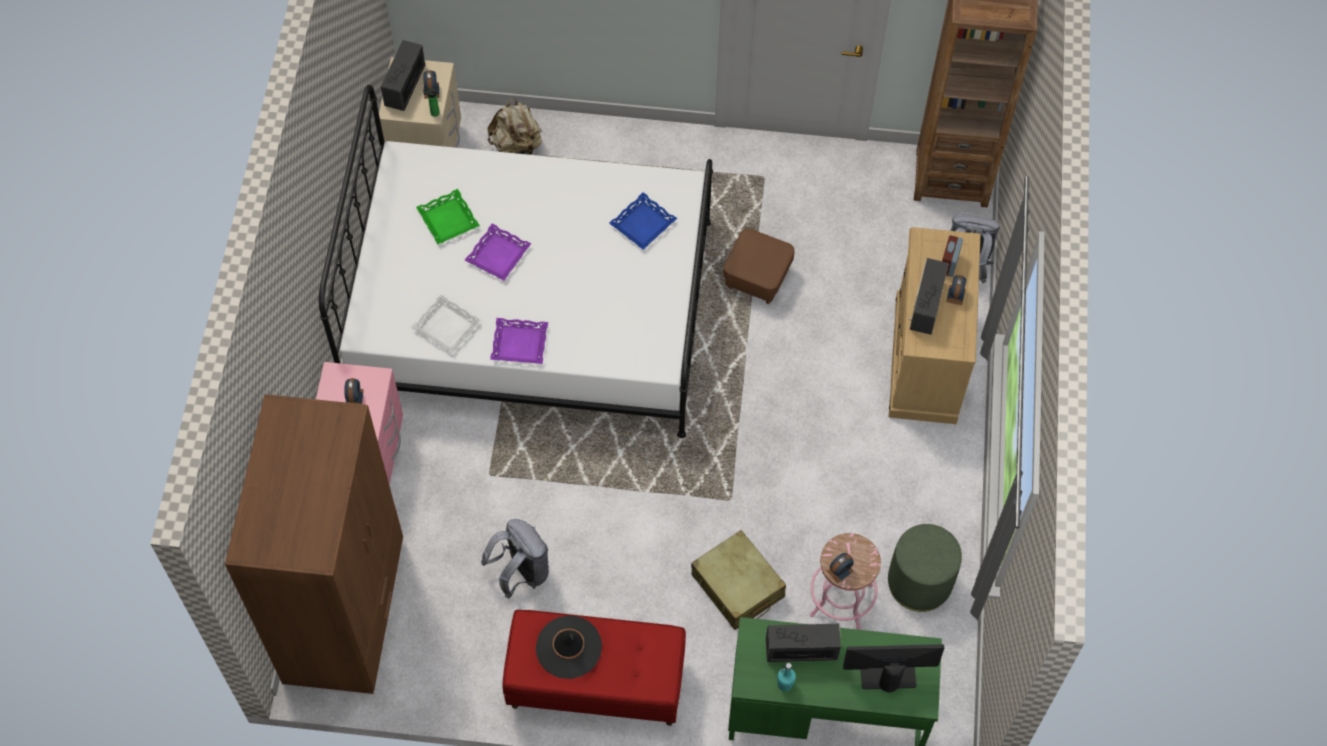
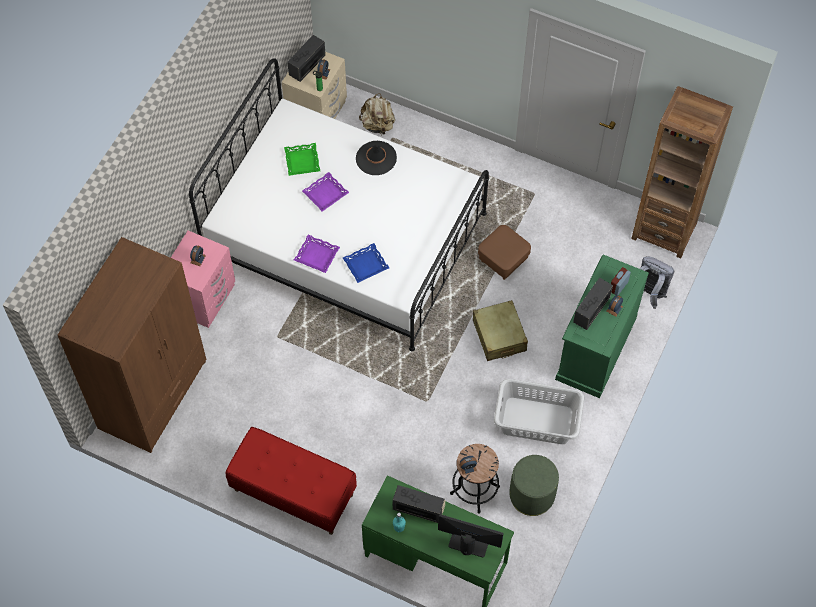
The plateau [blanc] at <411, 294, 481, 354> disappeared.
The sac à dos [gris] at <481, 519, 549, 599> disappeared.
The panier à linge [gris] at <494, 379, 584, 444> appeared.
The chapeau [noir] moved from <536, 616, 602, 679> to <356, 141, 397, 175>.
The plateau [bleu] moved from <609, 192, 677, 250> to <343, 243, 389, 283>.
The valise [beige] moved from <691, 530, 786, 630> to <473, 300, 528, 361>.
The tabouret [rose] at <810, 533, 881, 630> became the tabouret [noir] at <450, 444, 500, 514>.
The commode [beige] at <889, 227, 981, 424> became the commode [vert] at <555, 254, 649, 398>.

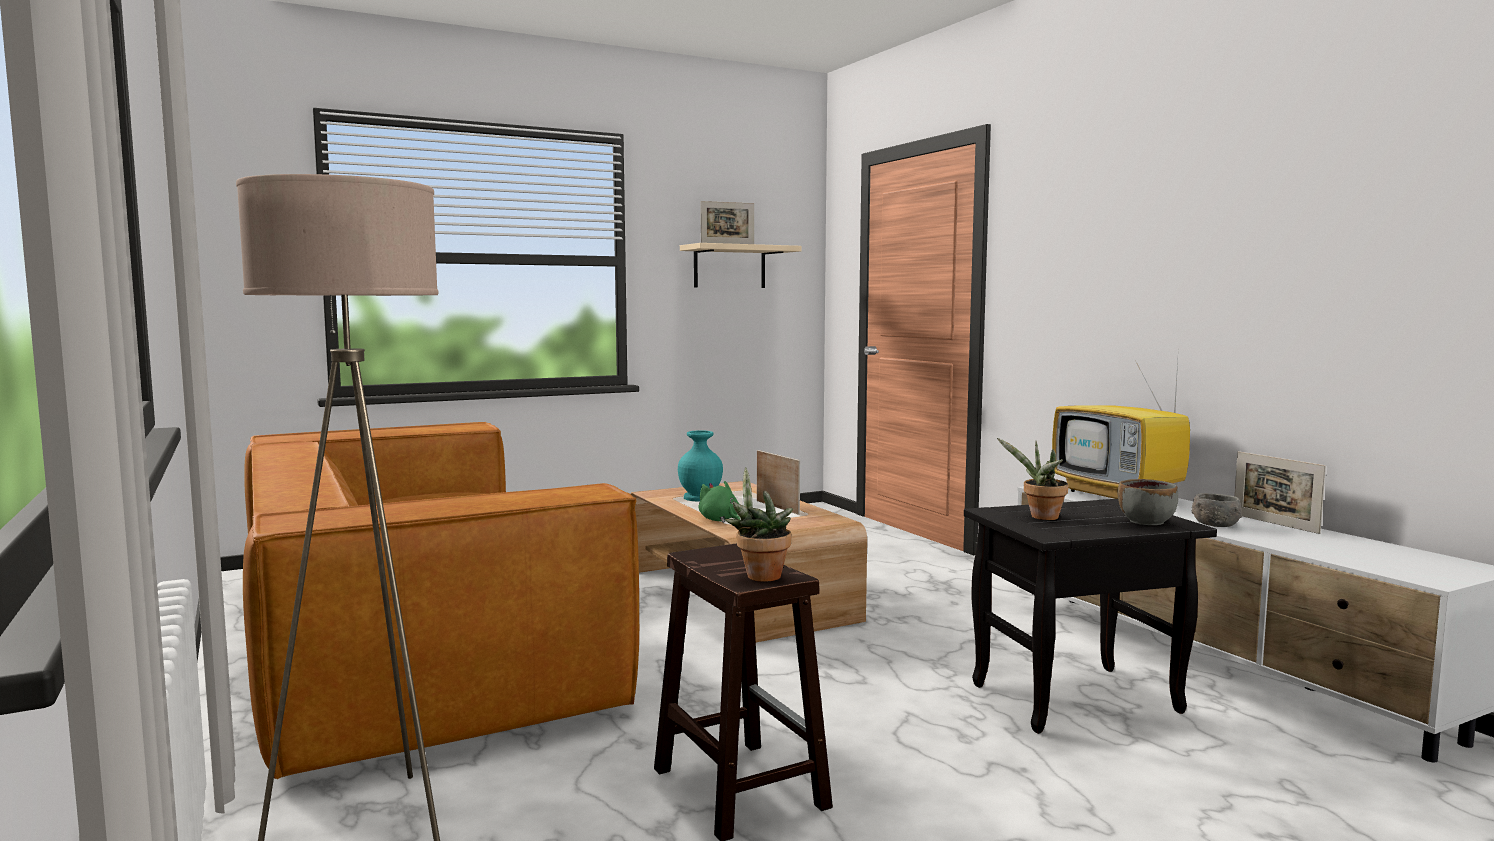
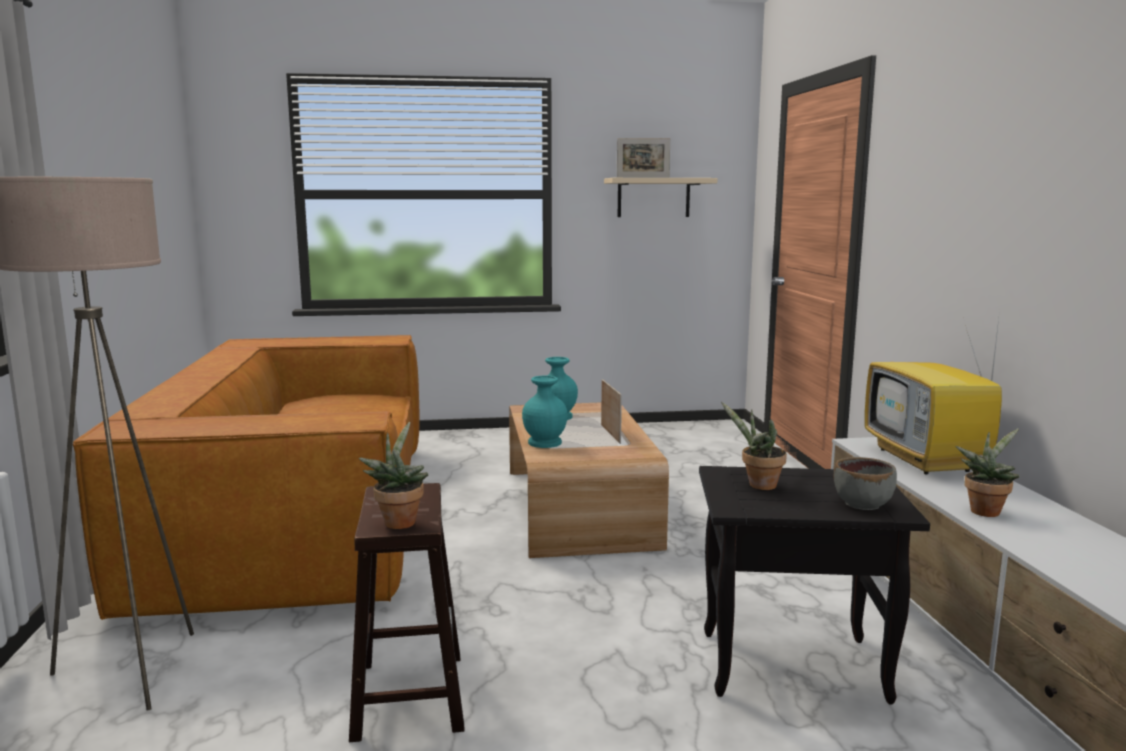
The cadre photo at <1235, 451, 1326, 534> disappeared.
The peluche [vert] at <699, 481, 740, 523> was replaced by the vase [turquoise] at <522, 375, 568, 448>.
The bol [gris] at <1191, 493, 1242, 527> was replaced by the plante en pot at <955, 428, 1019, 517>.

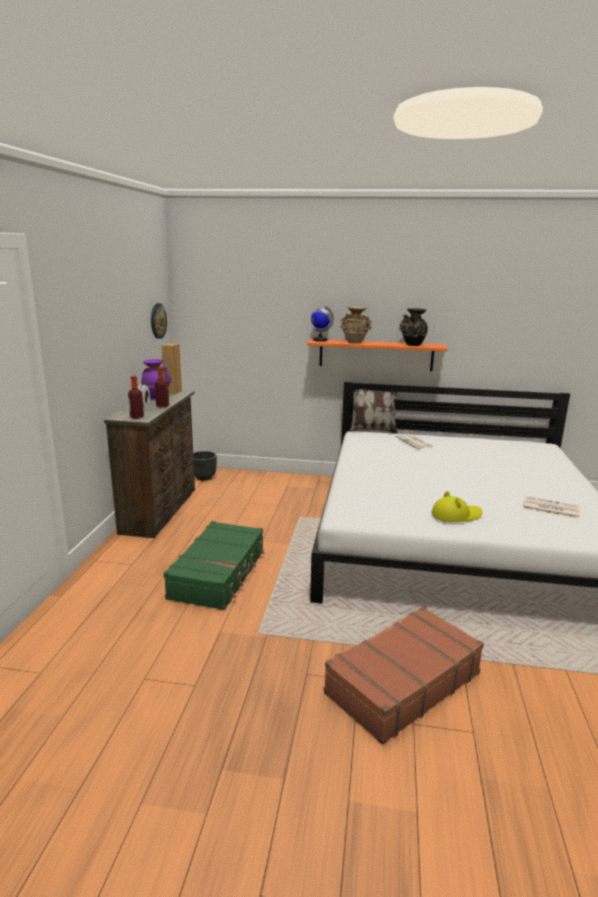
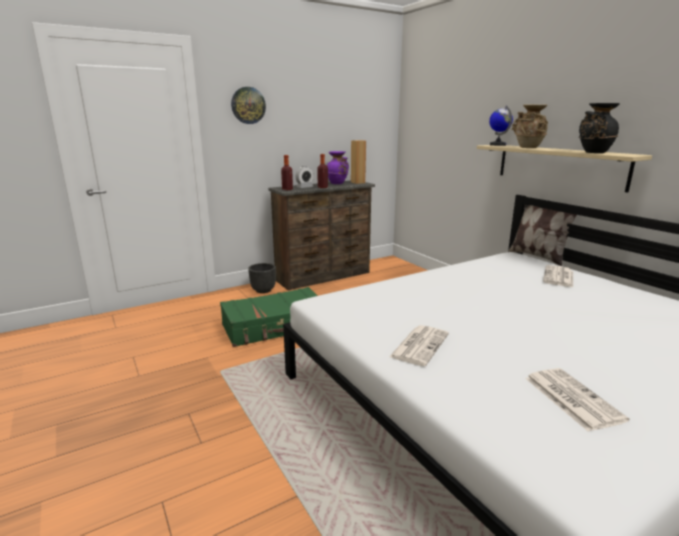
The valise [marron] at <324, 607, 484, 744> disappeared.
The horloge murale moved from <151, 303, 167, 339> to <231, 87, 266, 124>.
The cache-pot [noir] moved from <193, 451, 217, 481> to <248, 263, 276, 293>.
The chapeau [jaune] at <432, 491, 482, 522> was replaced by the journal at <389, 325, 449, 366>.
The étagère [orange] at <307, 339, 448, 371> became the étagère [beige] at <477, 145, 652, 193>.

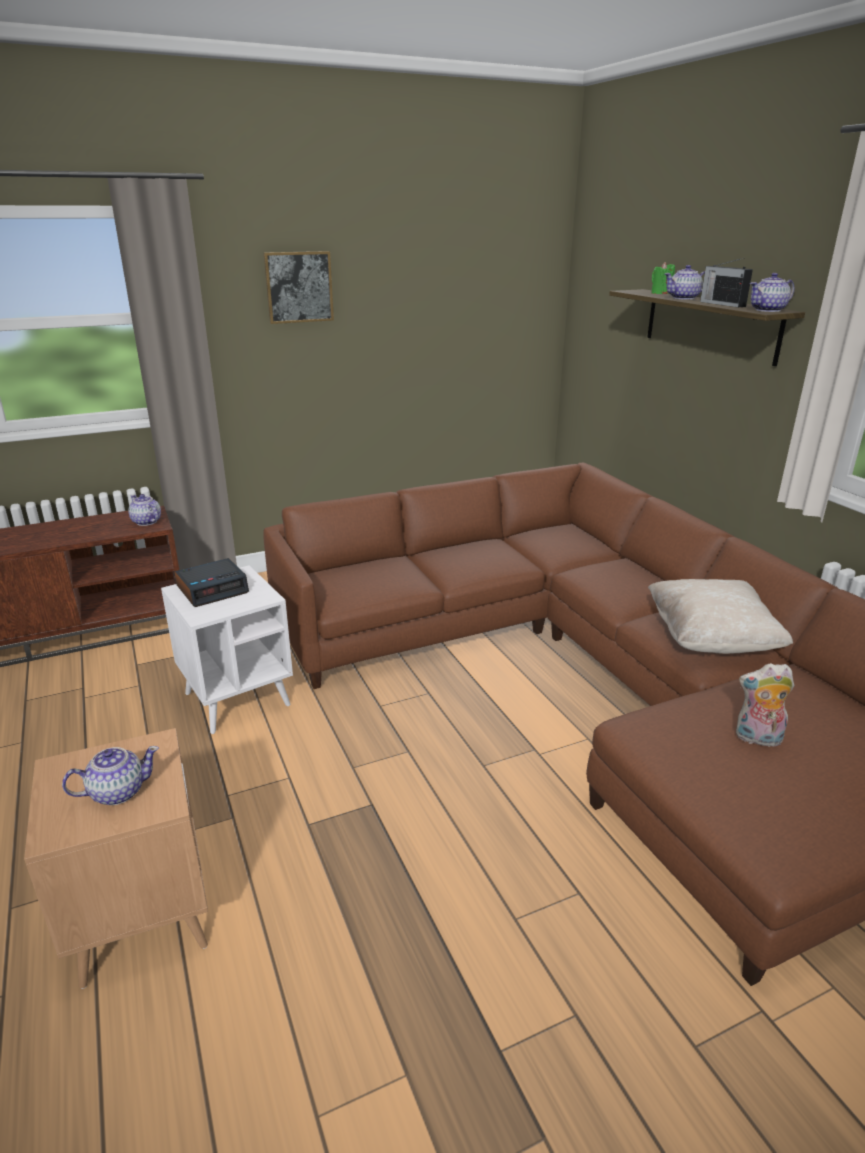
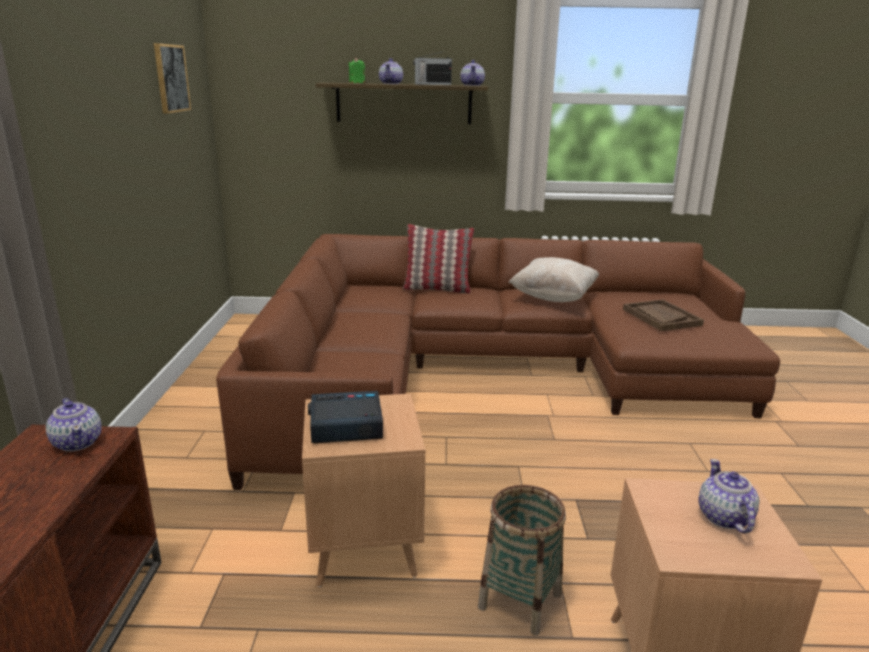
The coussin at <403, 224, 474, 294> appeared.
The panier at <478, 485, 566, 635> appeared.
The tableau moved from <264, 251, 334, 324> to <154, 43, 191, 114>.
The peluche at <736, 663, 794, 746> was replaced by the plateau [marron] at <623, 300, 704, 331>.
The table d'appoint [blanc] at <161, 565, 293, 734> became the table d'appoint [marron] at <302, 394, 425, 587>.
The théière at <128, 494, 161, 526> turned 105 degrees counterclockwise.
The réveil at <174, 558, 249, 607> turned 90 degrees counterclockwise.

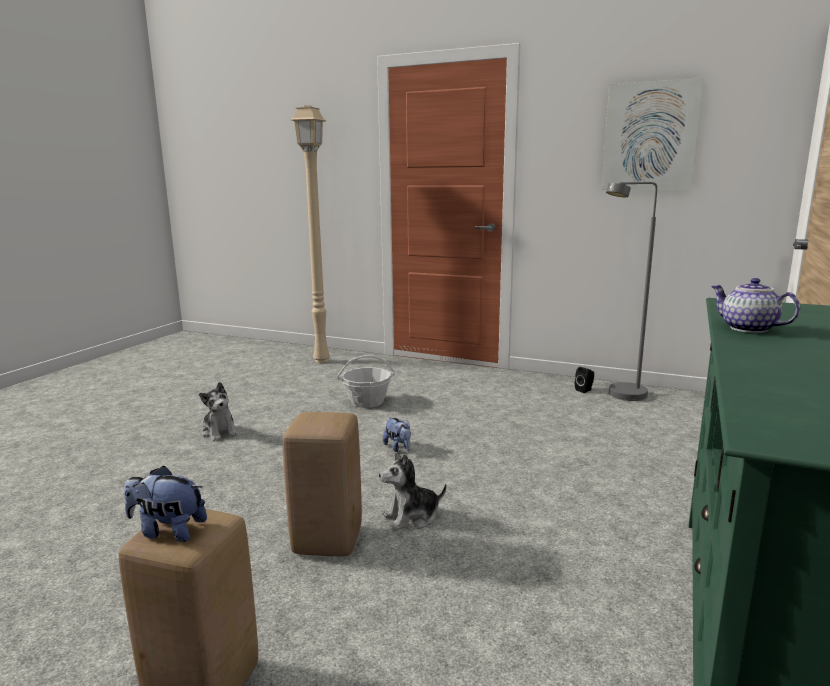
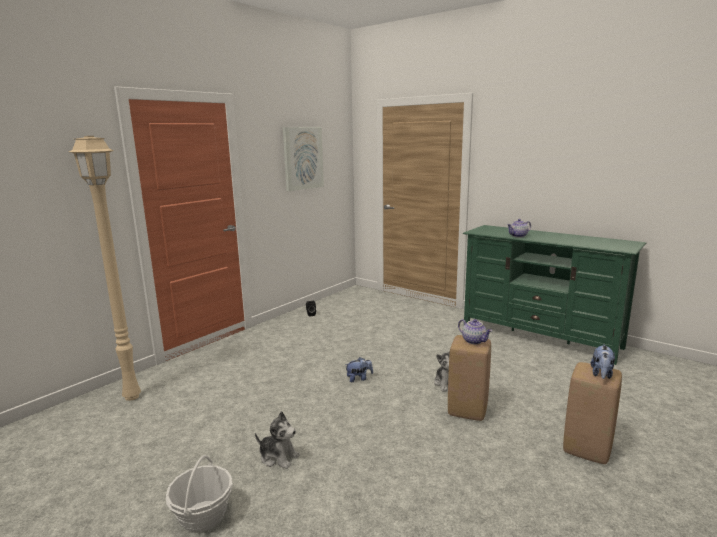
The lampadaire [gris] at <606, 182, 657, 401> disappeared.
The théière at <458, 319, 492, 345> appeared.
The panier moved from <337, 355, 395, 408> to <166, 455, 233, 533>.
The peluche at <199, 382, 238, 442> turned 45 degrees clockwise.

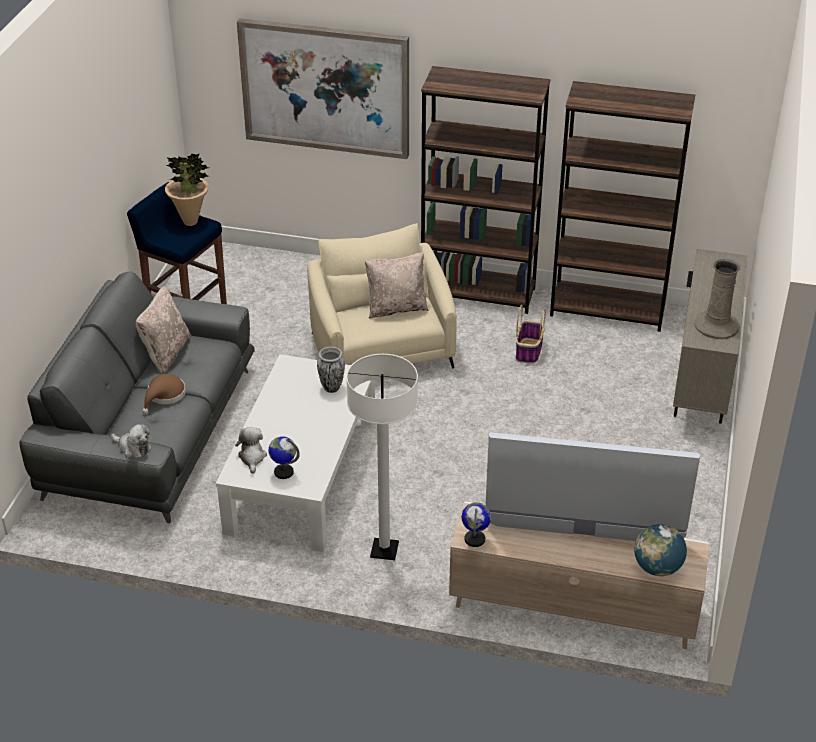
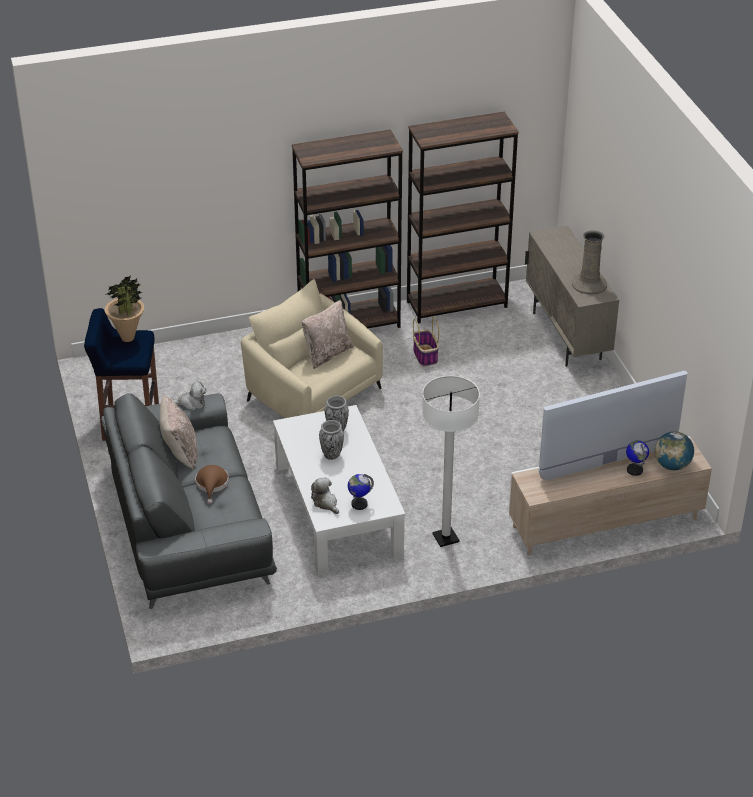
The tableau at <237, 18, 409, 159> disappeared.
The vase at <319, 420, 344, 460> appeared.
The peluche moved from <111, 424, 152, 458> to <171, 381, 207, 411>.
The globe moved from <462, 502, 491, 547> to <626, 440, 649, 476>.

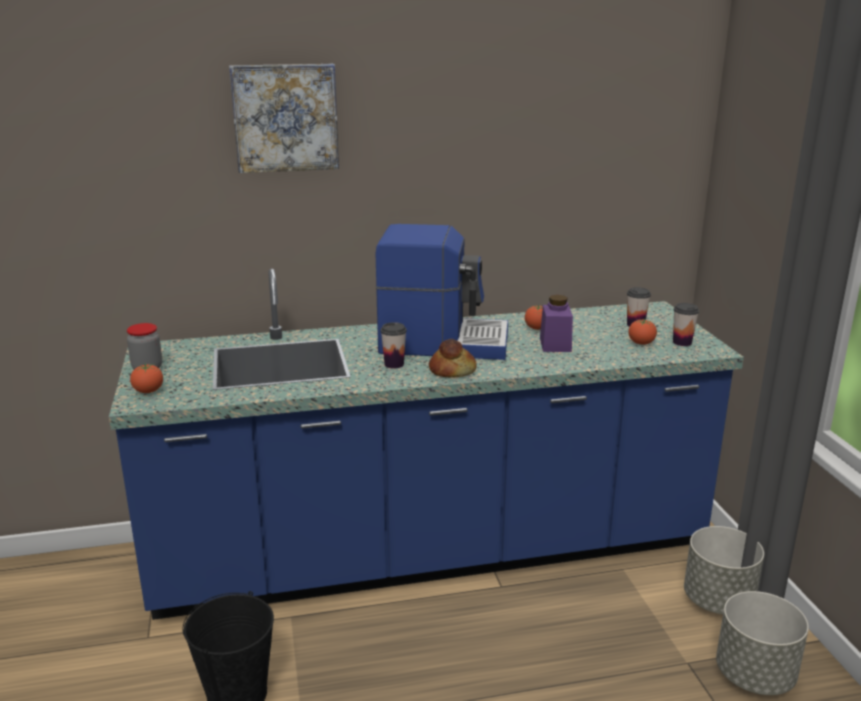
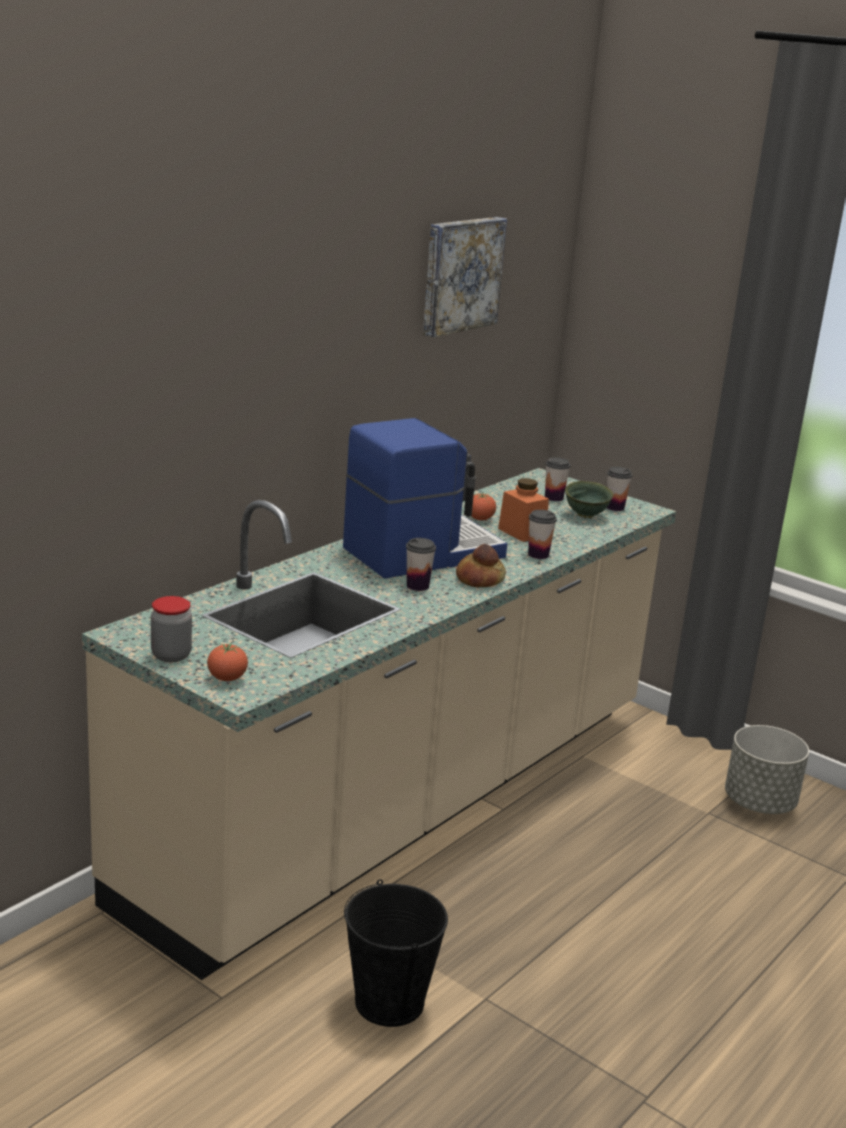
The cache-pot [gris] at <684, 526, 764, 614> disappeared.
The tasse at <528, 510, 557, 559> appeared.
The tableau moved from <229, 64, 339, 173> to <423, 217, 507, 337>.
The tomate at <628, 319, 657, 345> was replaced by the bol [vert] at <565, 481, 614, 518>.
The comptoir de cuisine [bleu] at <109, 268, 744, 620> became the comptoir de cuisine [beige] at <82, 468, 676, 980>.
The bocal [violet] at <540, 295, 573, 352> became the bocal [orange] at <498, 478, 549, 542>.

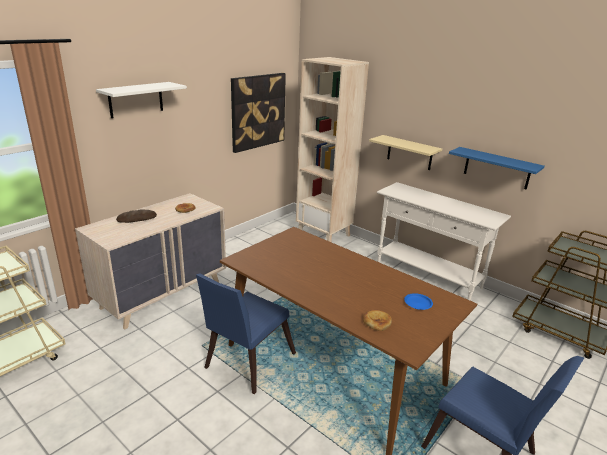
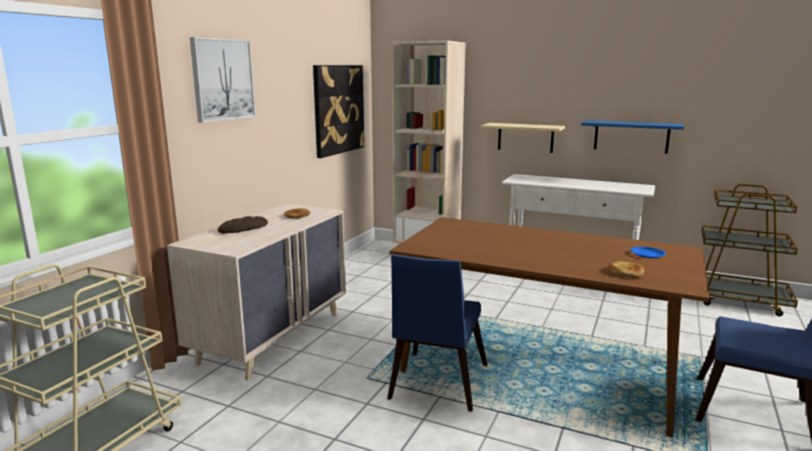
The étagère [blanc] at <96, 82, 187, 118> was replaced by the tableau at <190, 37, 256, 123>.

